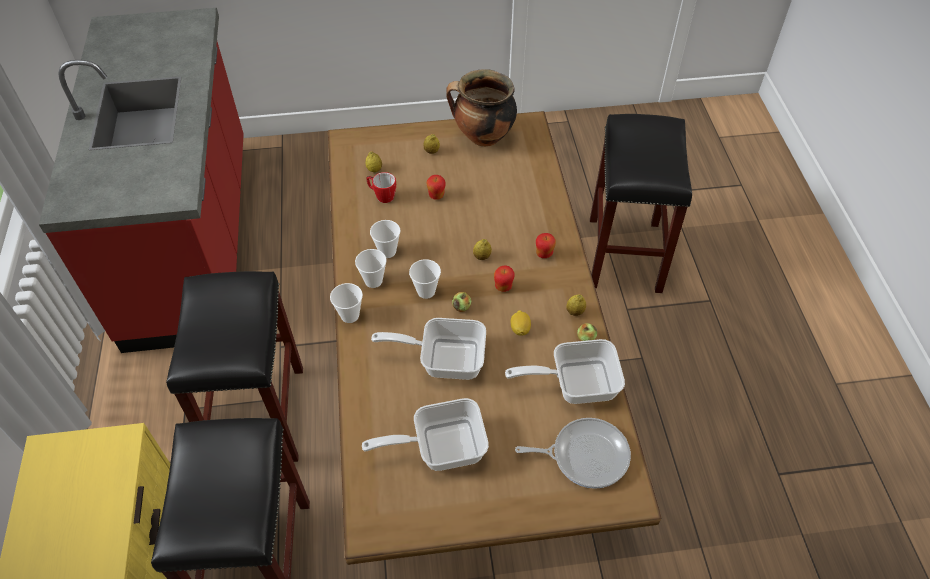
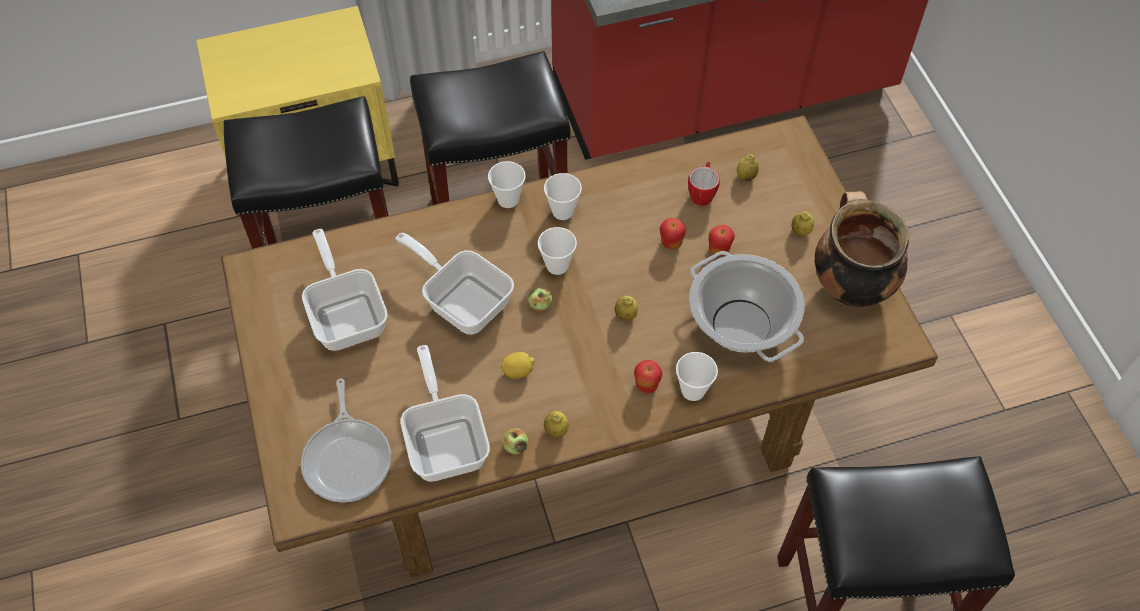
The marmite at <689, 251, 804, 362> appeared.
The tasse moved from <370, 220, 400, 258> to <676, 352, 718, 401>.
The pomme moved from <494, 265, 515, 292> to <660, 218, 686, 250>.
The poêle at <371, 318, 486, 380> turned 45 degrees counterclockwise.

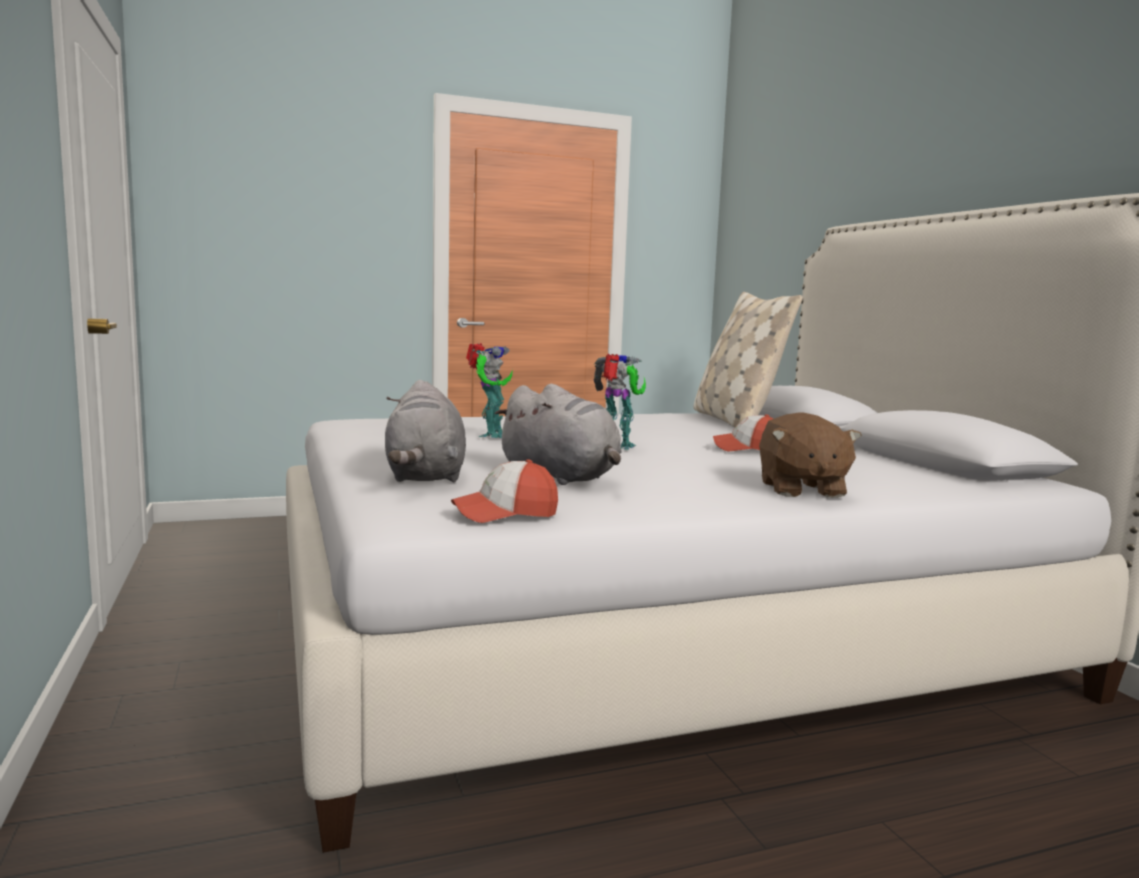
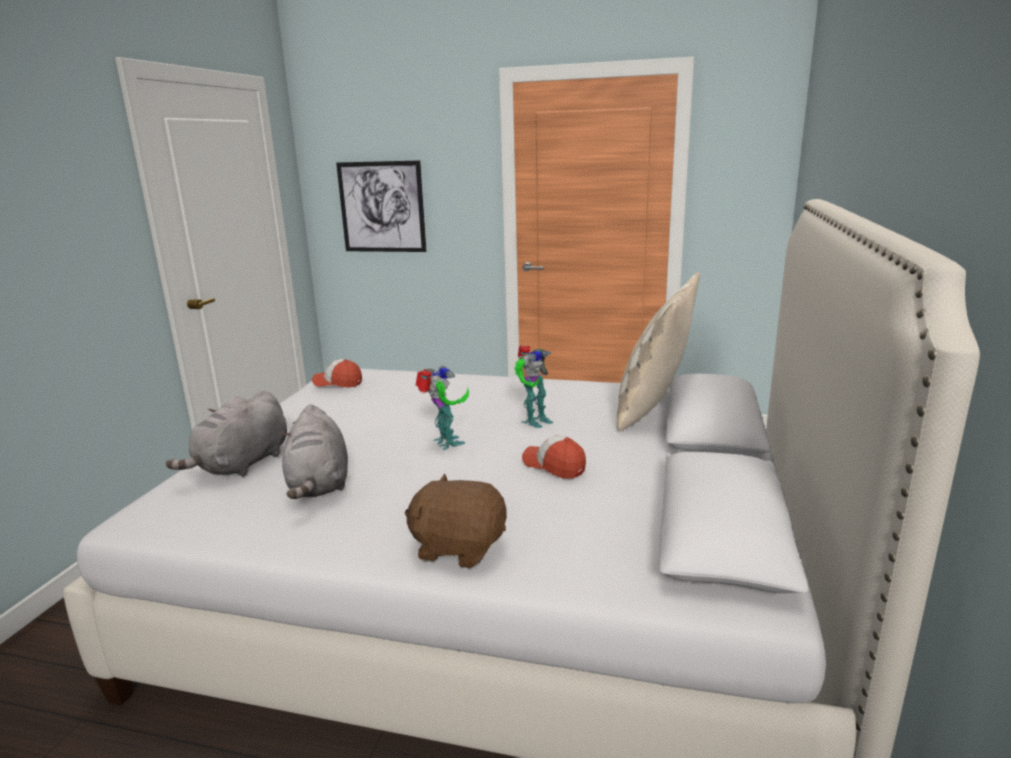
The tableau at <336, 160, 427, 252> appeared.
The casquette moved from <451, 459, 558, 523> to <312, 359, 362, 388>.
The robot jouet moved from <466, 343, 513, 438> to <514, 345, 553, 428>.
The peluche [marron] at <759, 412, 862, 498> turned 75 degrees clockwise.

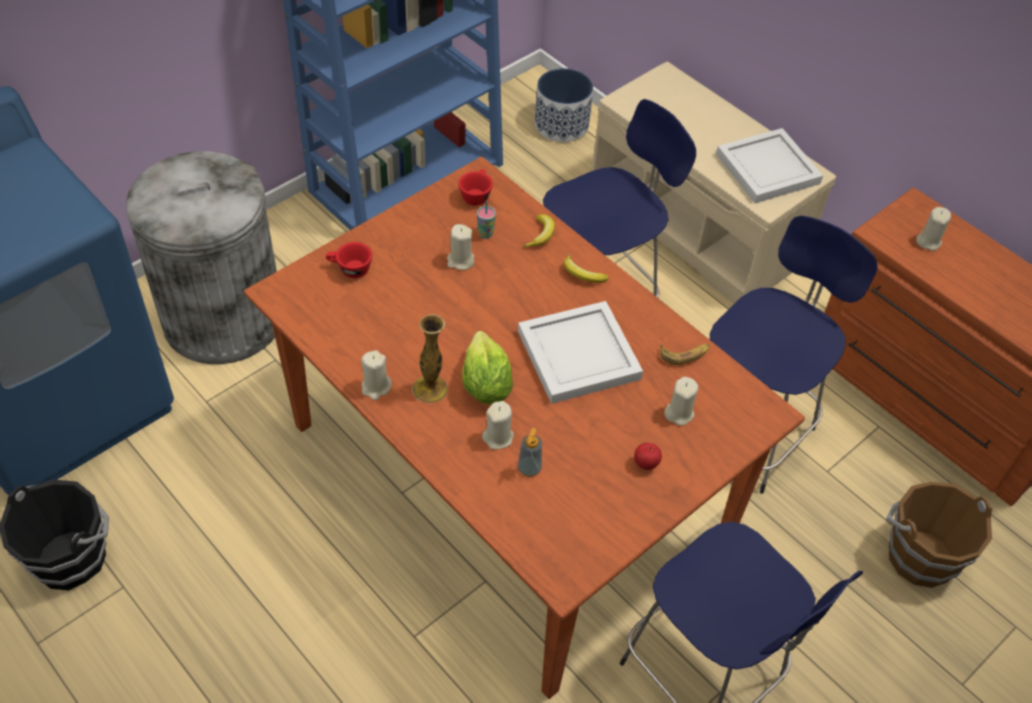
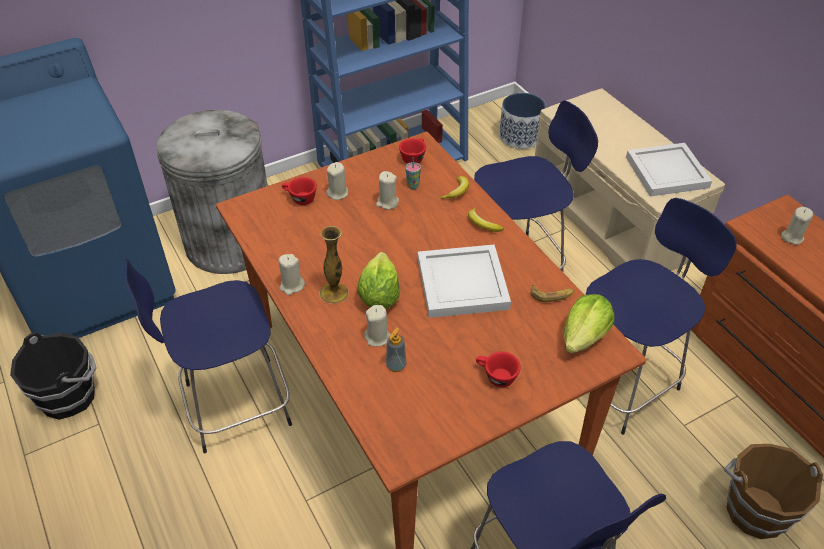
The tabouret [bleu] at <125, 259, 292, 454> appeared.
The laitue at <564, 294, 614, 353> appeared.
The bougie [beige] moved from <664, 377, 698, 426> to <326, 162, 348, 200>.
The pomme at <634, 443, 662, 470> was replaced by the tasse [rouge] at <476, 351, 521, 387>.

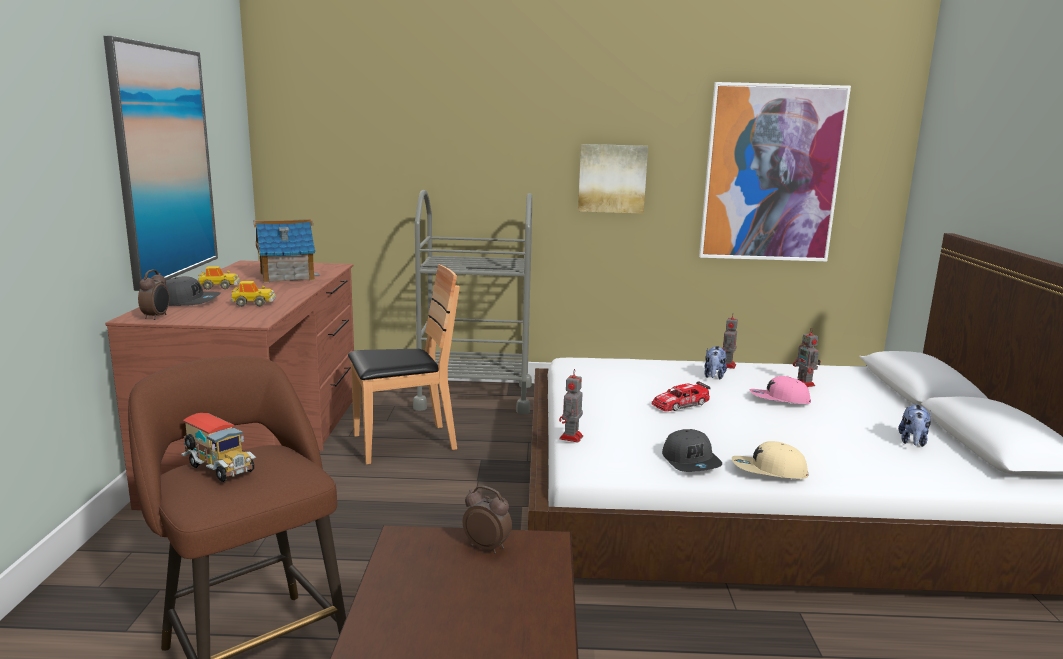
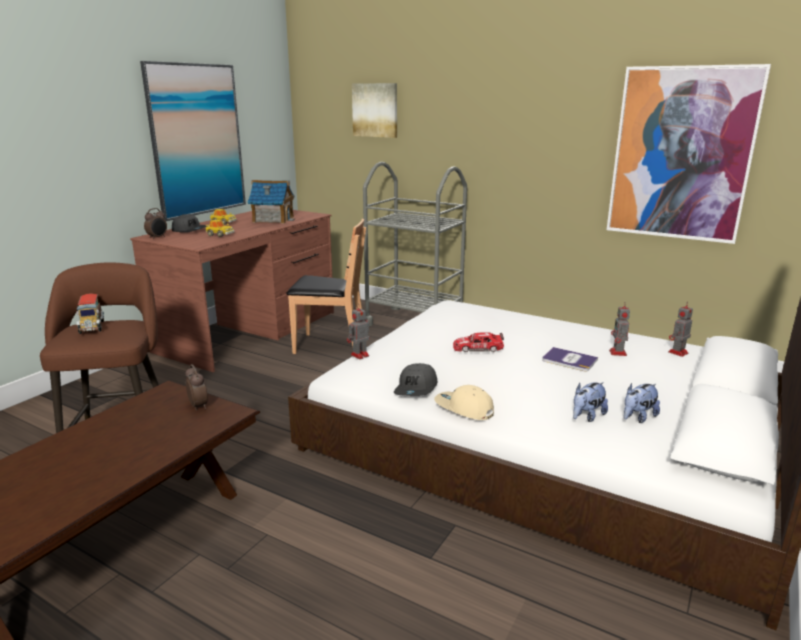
The tableau moved from <578, 144, 648, 214> to <352, 83, 397, 138>.
The peluche moved from <704, 346, 727, 379> to <573, 382, 608, 422>.
The robot jouet moved from <722, 314, 738, 369> to <668, 302, 693, 357>.
The casquette [rose] at <750, 376, 811, 404> was replaced by the livre at <542, 347, 598, 371>.

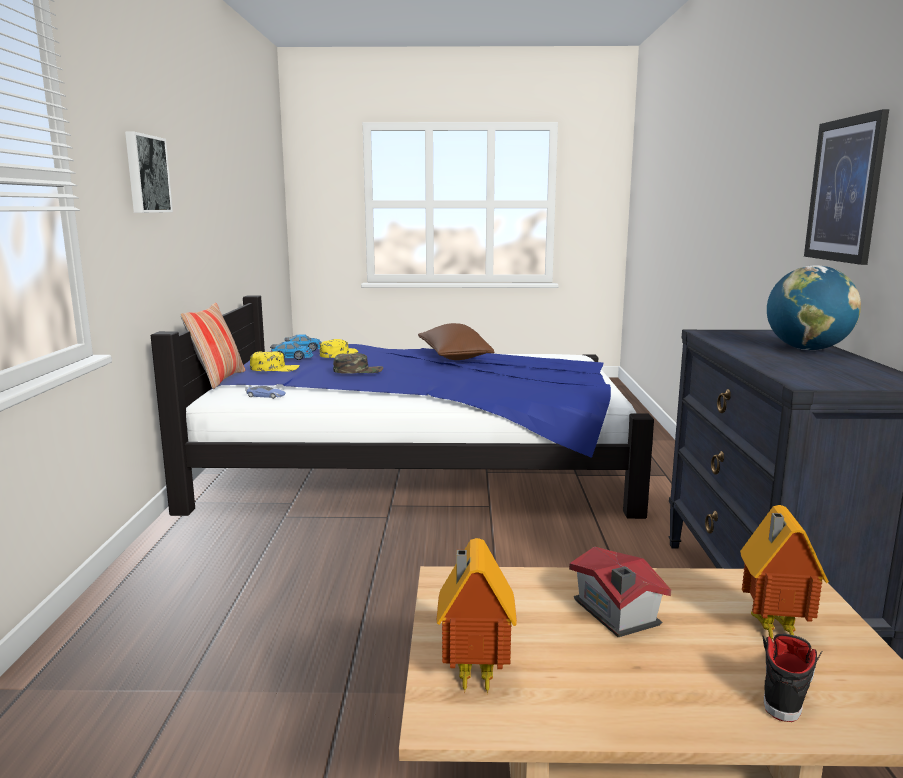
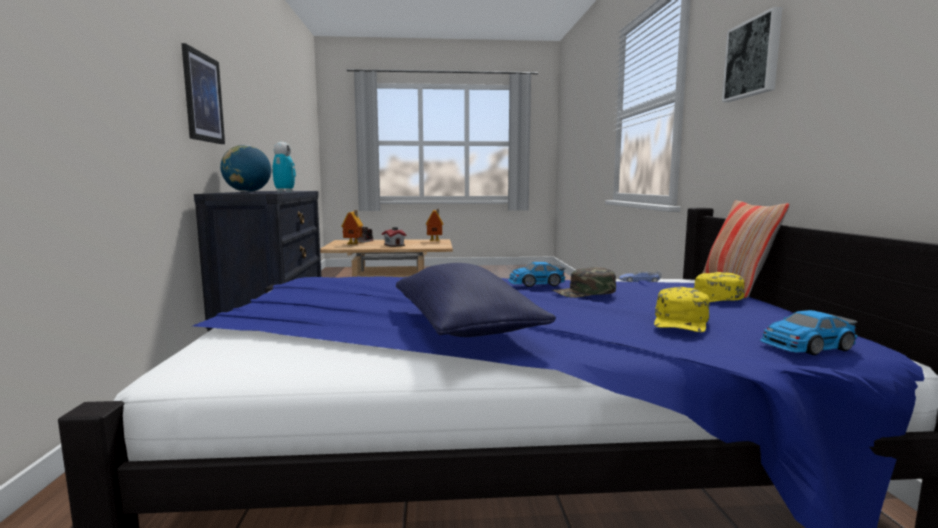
The robot jouet at <273, 142, 296, 192> appeared.
The petite voiture moved from <270, 341, 313, 360> to <508, 262, 566, 287>.
The coussin [marron] at <418, 323, 494, 360> became the coussin [bleu] at <396, 263, 556, 337>.

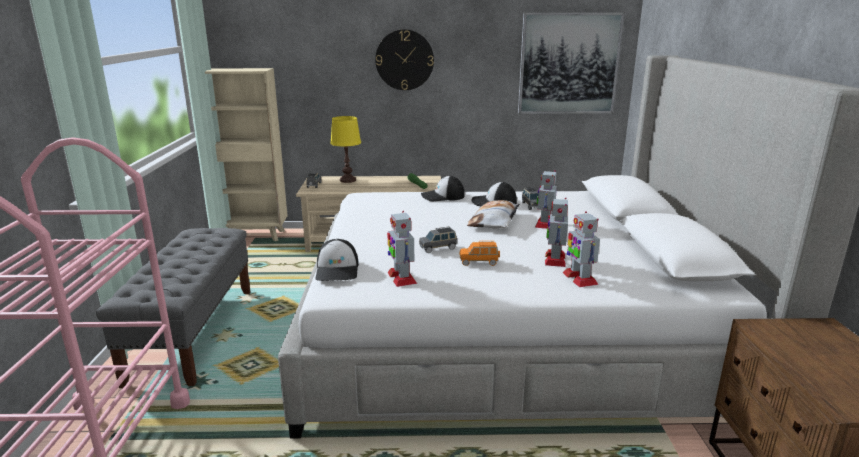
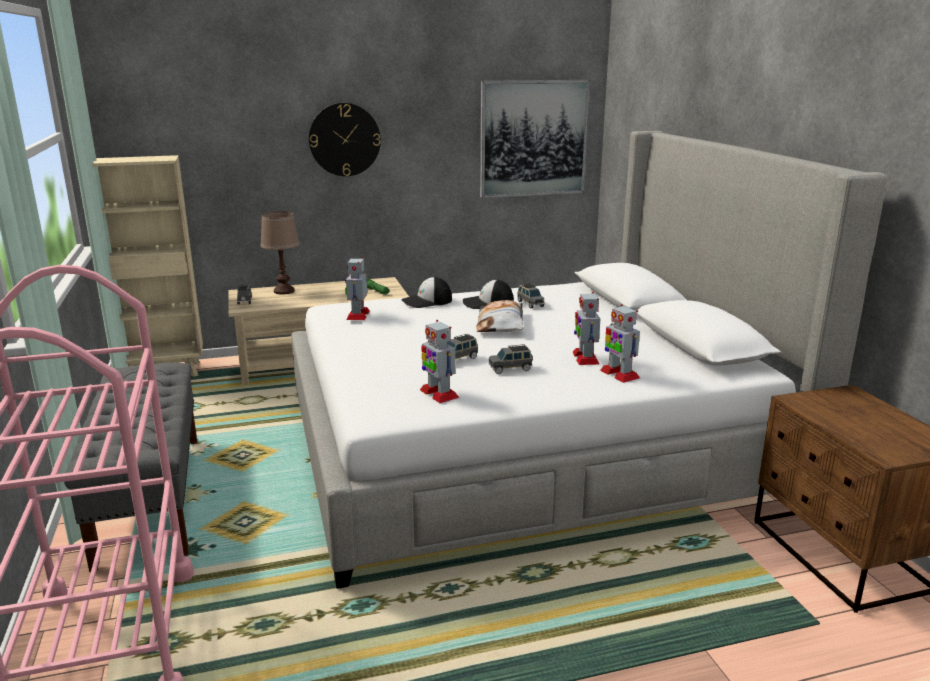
The casquette at <315, 239, 359, 281> disappeared.
The robot jouet moved from <535, 170, 557, 229> to <345, 257, 370, 320>.
The lampe de table [jaune] at <330, 116, 361, 183> became the lampe de table [marron] at <260, 211, 300, 294>.
The petite voiture [orange] at <460, 241, 500, 266> became the petite voiture [gris] at <489, 344, 533, 374>.

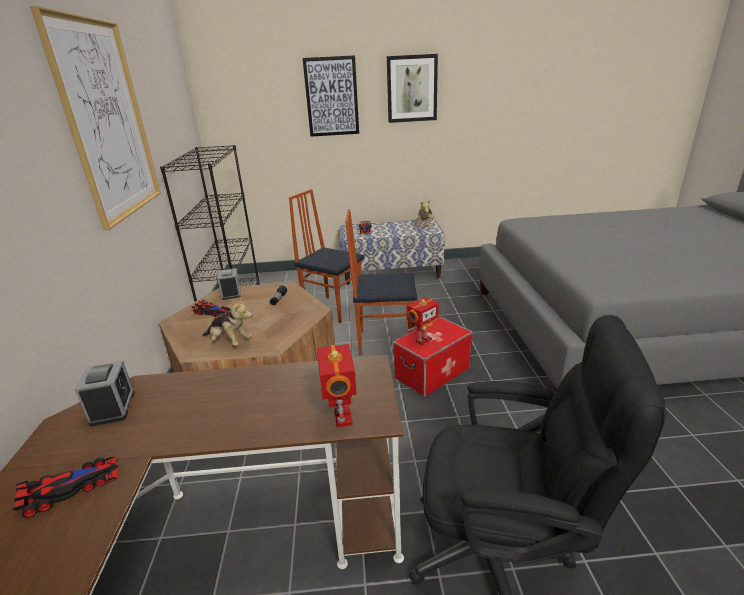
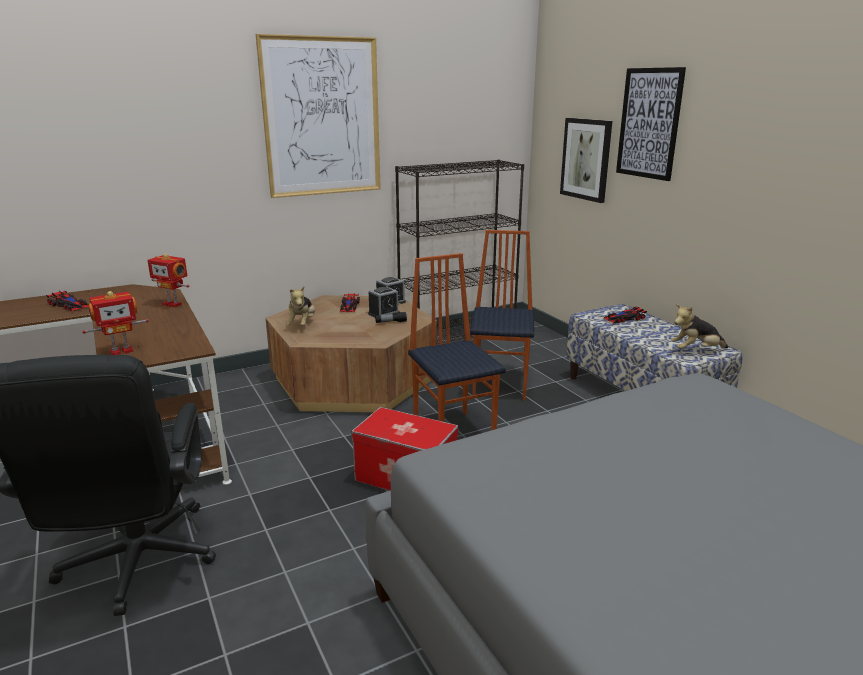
The réveil moved from <75, 361, 135, 427> to <368, 287, 400, 318>.
The tableau moved from <387, 54, 438, 123> to <560, 118, 612, 203>.
The robot jouet moved from <406, 297, 439, 345> to <147, 253, 190, 307>.

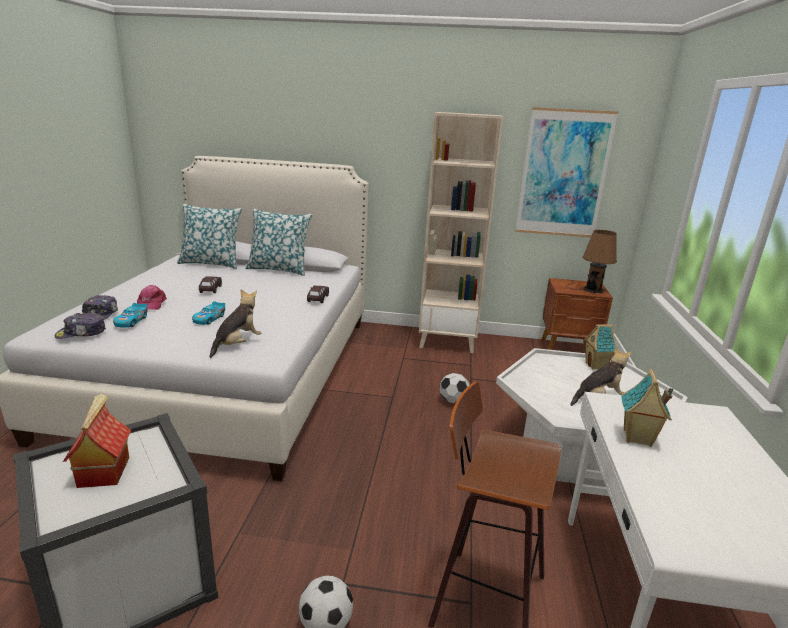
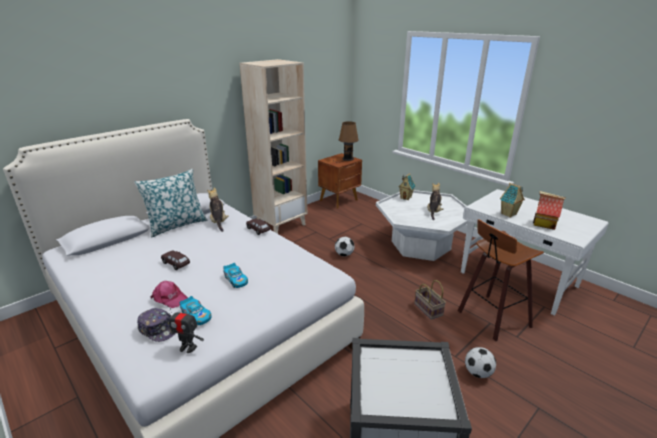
The coussin at <177, 204, 242, 269> disappeared.
The tableau at <515, 107, 618, 237> disappeared.
The panier at <414, 280, 446, 320> appeared.
The maison miniature moved from <63, 394, 131, 488> to <533, 191, 566, 230>.
The peluche moved from <210, 290, 261, 358> to <207, 187, 229, 232>.
The casquette at <55, 313, 106, 339> was replaced by the robot jouet at <168, 306, 204, 353>.

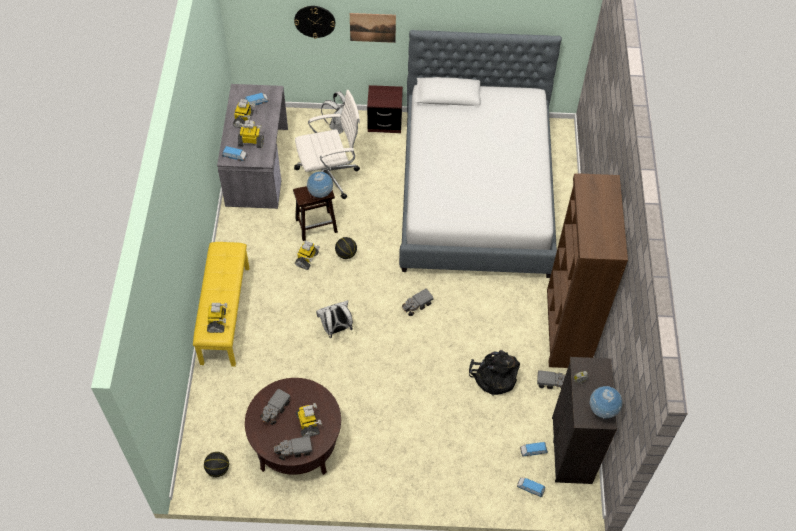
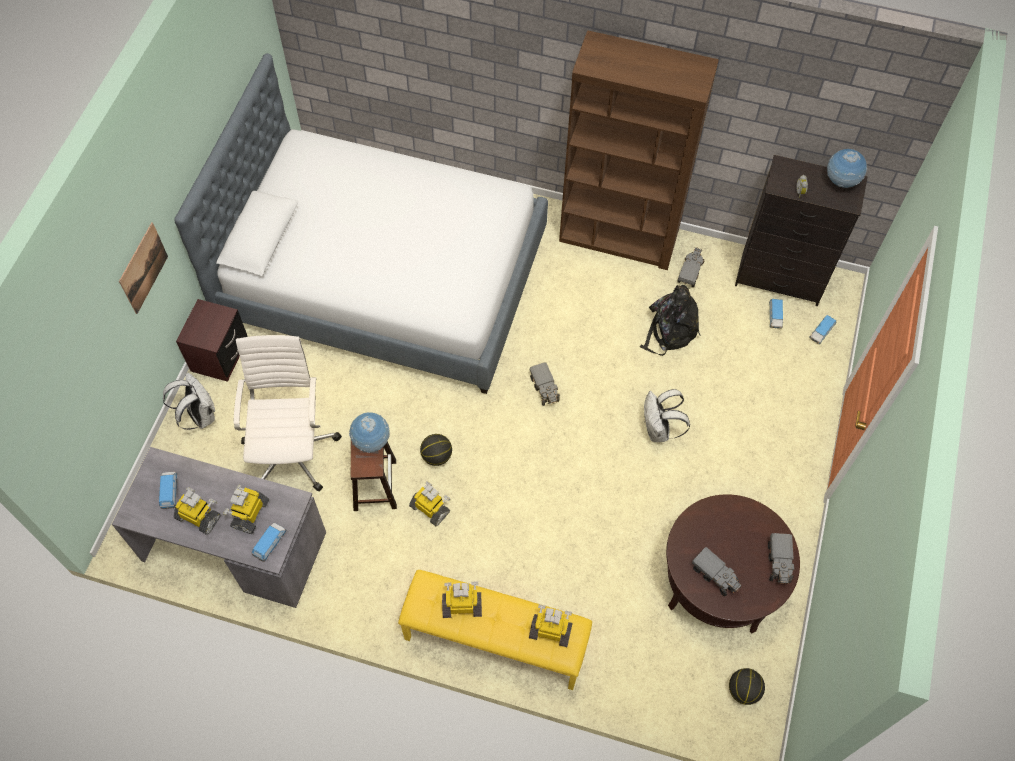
The horloge murale at <294, 6, 335, 39> disappeared.
The robot jouet moved from <296, 403, 322, 437> to <442, 581, 482, 618>.
The sac à dos [blanc] moved from <316, 300, 353, 338> to <644, 389, 690, 442>.

